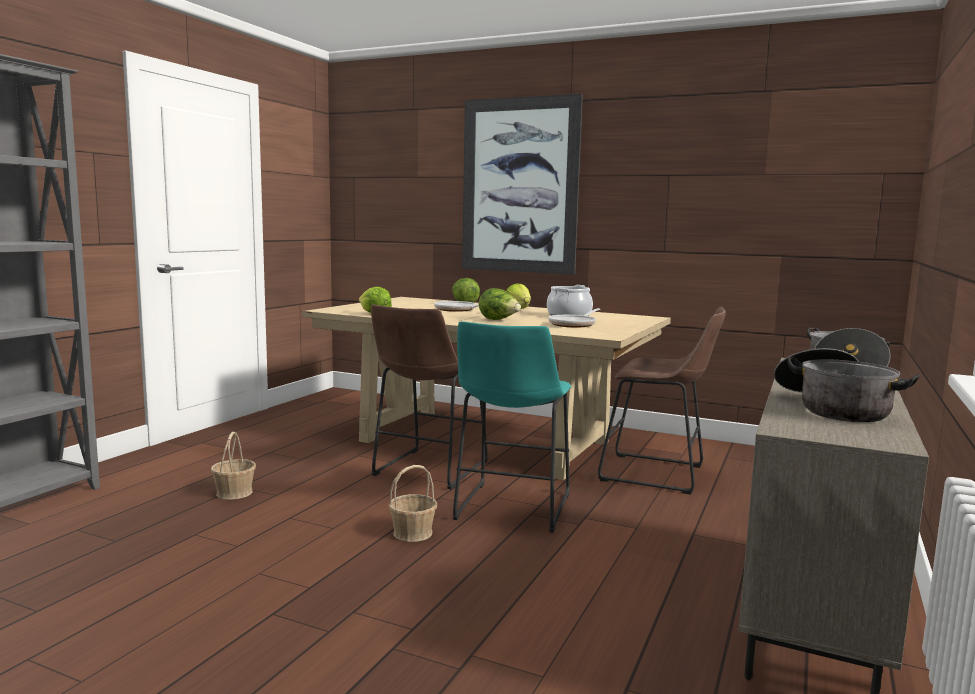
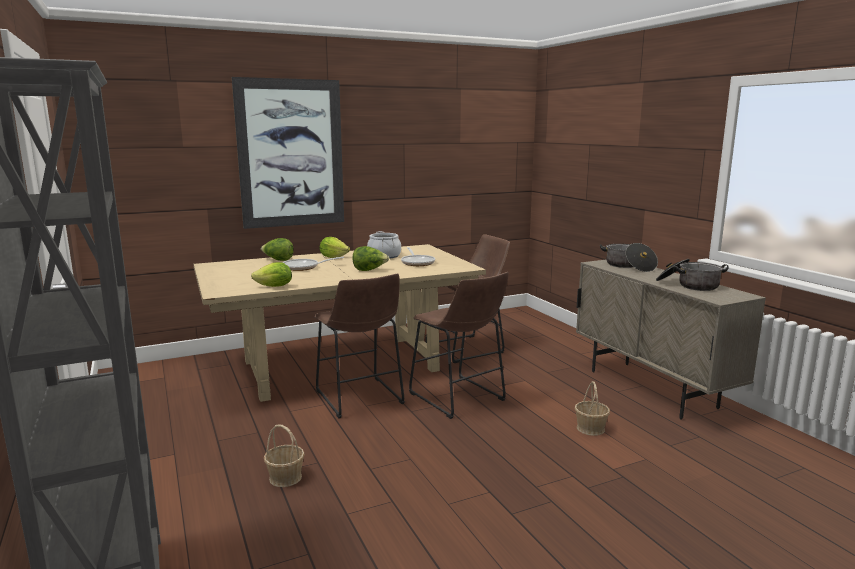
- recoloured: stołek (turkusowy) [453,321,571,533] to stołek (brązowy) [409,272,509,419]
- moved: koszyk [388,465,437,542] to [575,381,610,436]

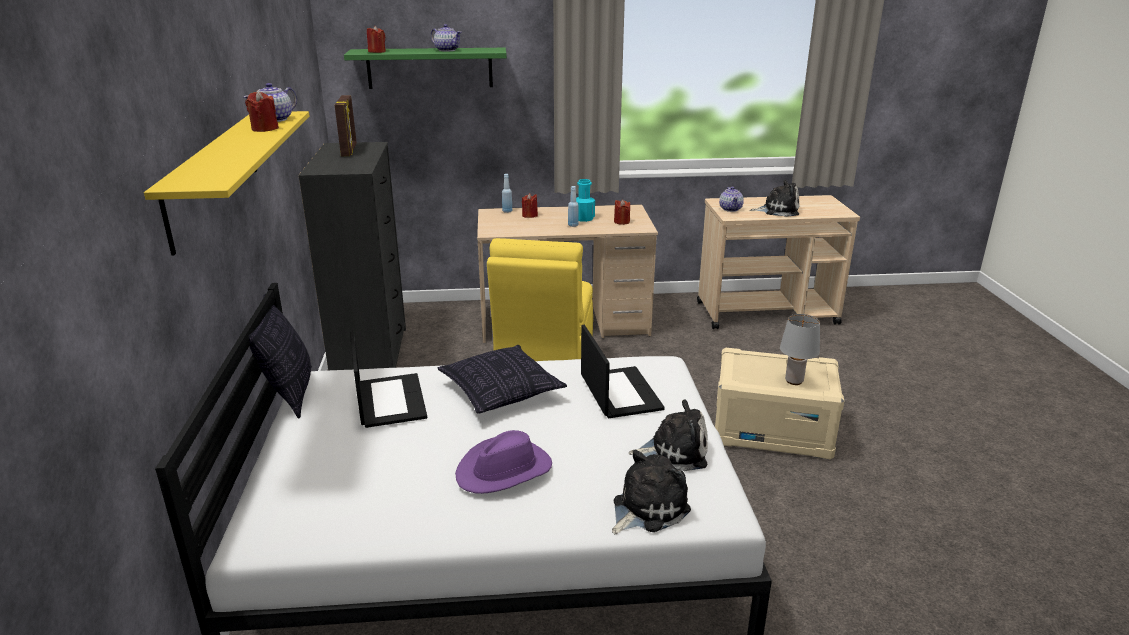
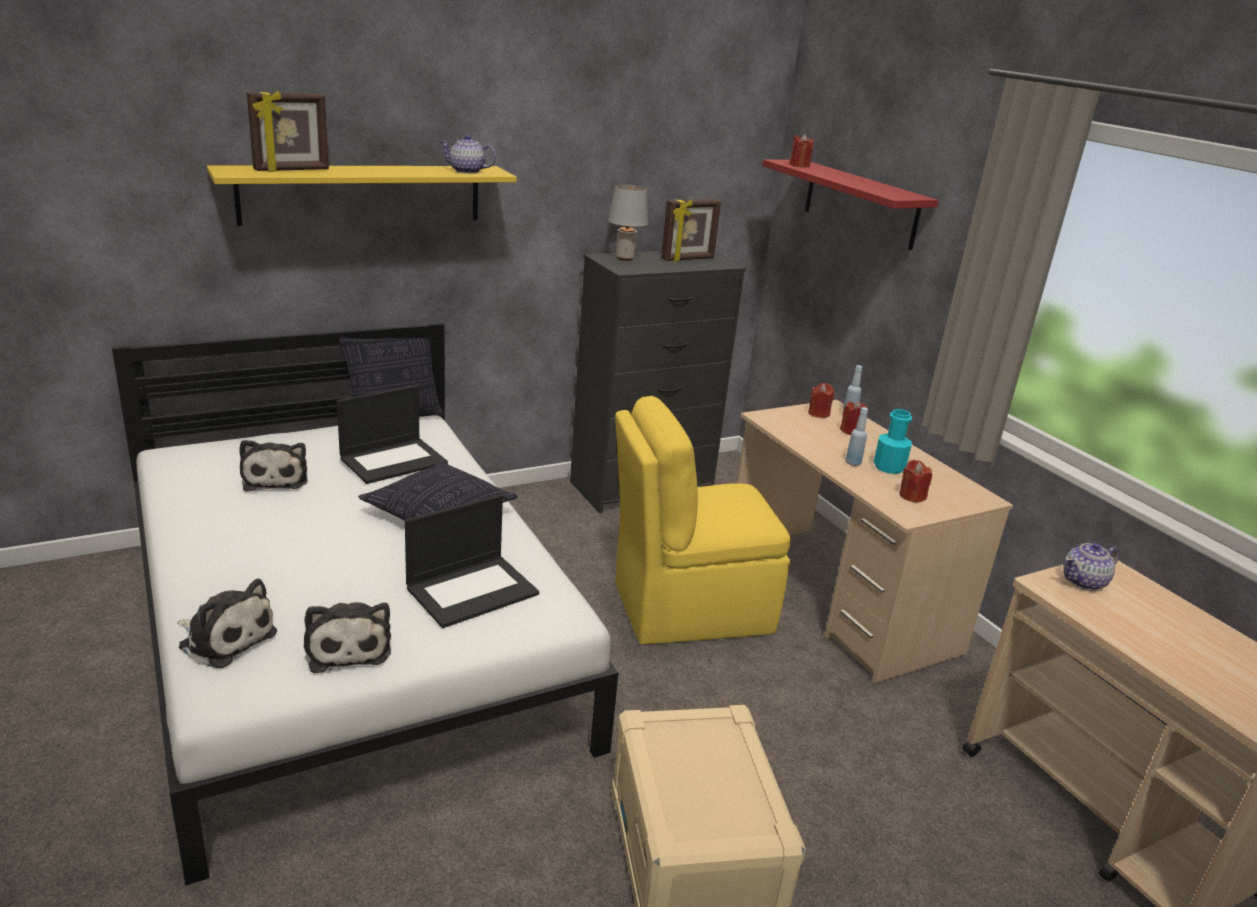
- removed: imbryk [431,24,462,52]
- recoloured: półka (zielony) [344,48,507,89] to półka (czerwony) [762,159,939,250]
- moved: świeca (czerwony) [245,91,279,132] to [808,383,834,418]
- moved: pluszak [750,180,800,217] to [239,440,308,492]
- moved: lampa stołowa (szary) [780,314,820,385] to [608,184,648,261]
- removed: kapelusz (fioletowy) [455,430,552,494]
- added: ramka na zdjęcie [247,91,329,172]

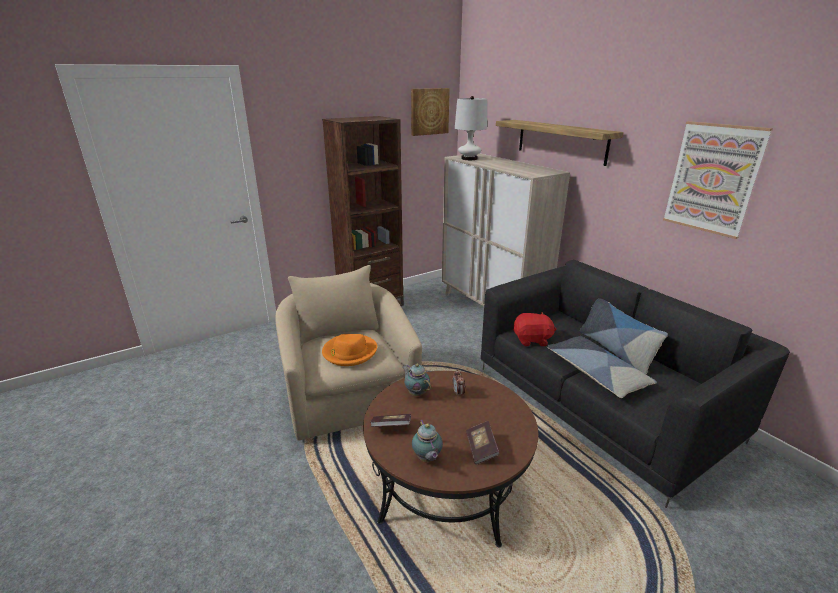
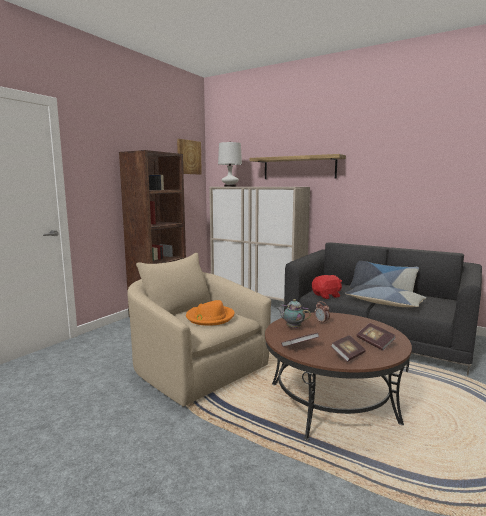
- removed: obraz [663,121,773,239]
- replaced: imbryk [412,420,443,462] to książka [331,335,366,362]

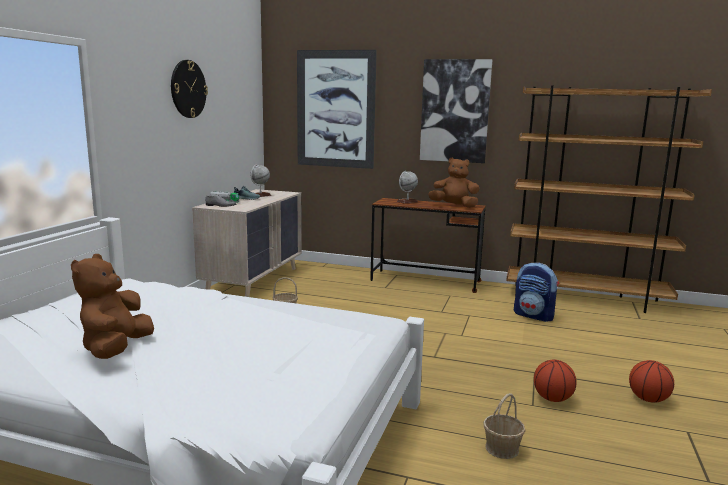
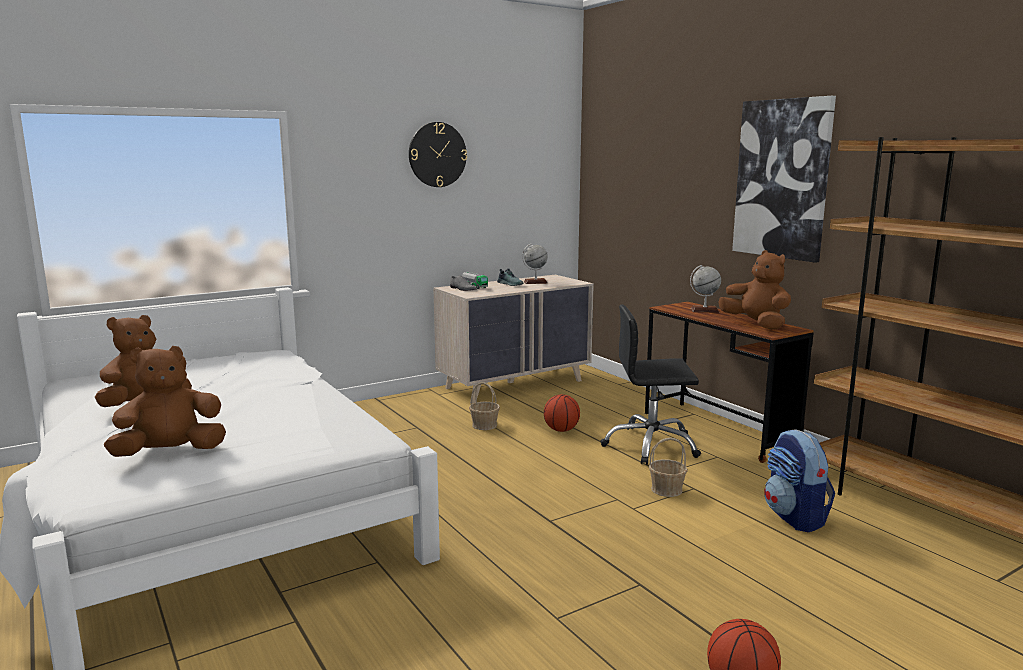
- removed: obraz [297,50,377,169]
- moved: piłka do koszykówki [534,360,577,402] to [544,394,580,432]
- moved: koszyk [483,393,526,459] to [649,438,688,497]
- added: krzesło biurowe (czarny) [600,304,701,465]
- added: pluszak (brązowy) [104,346,226,457]

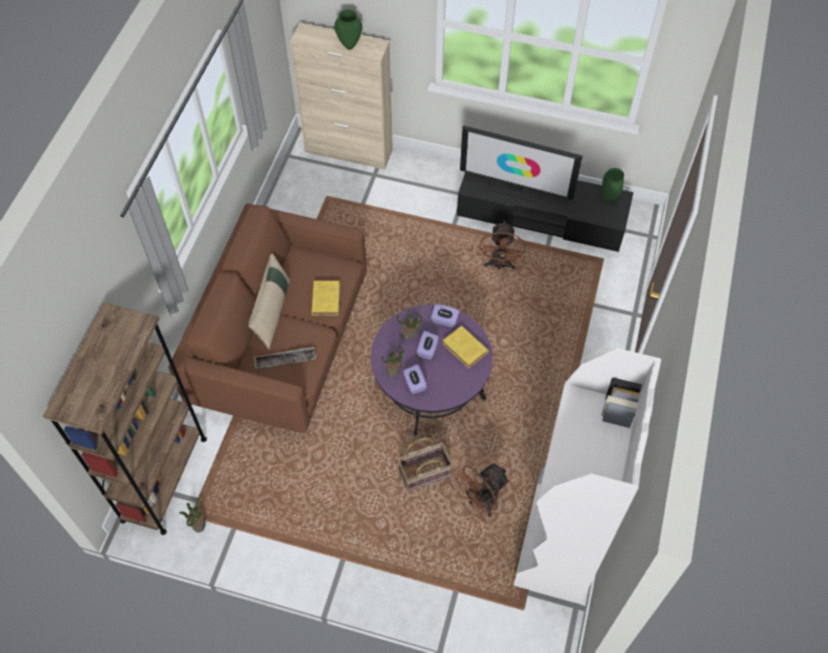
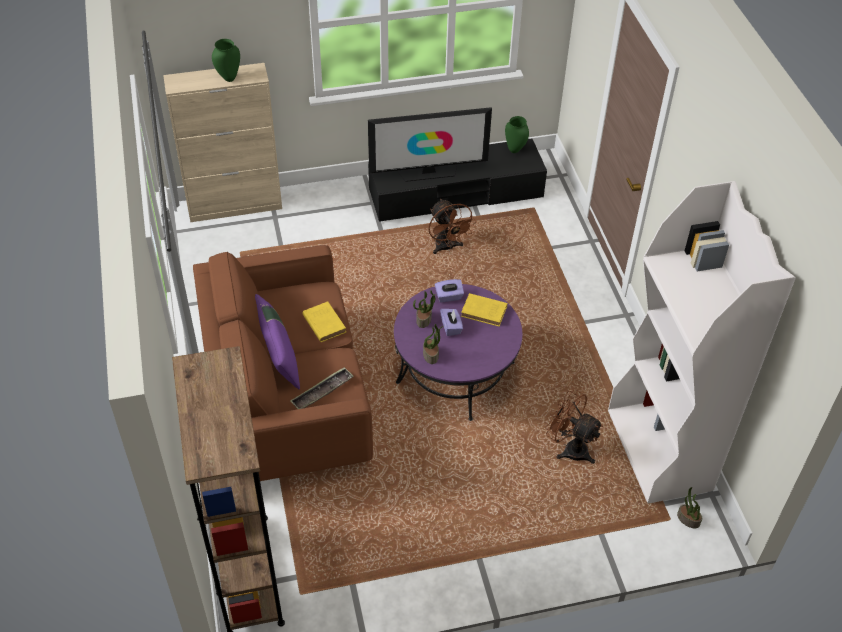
- recoloured: poduszka (beżowy) [248,253,290,350] to poduszka (fioletowy) [255,294,300,390]
- removed: pudełko chusteczek (fioletowy) [403,364,427,394]
- removed: koszyk [398,437,453,491]
- turned: wentylator (brązowy) [454,463,510,517] = [545,389,603,464] 105 degrees clockwise
- moved: roślina doniczkowa [179,498,206,533] to [677,487,702,528]

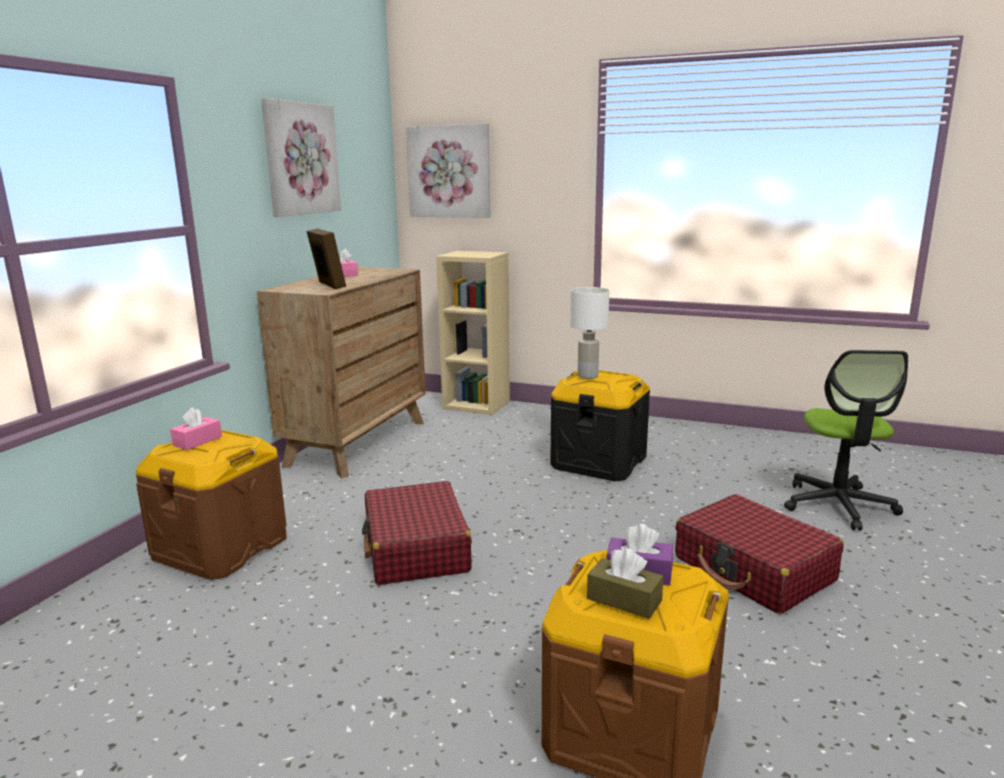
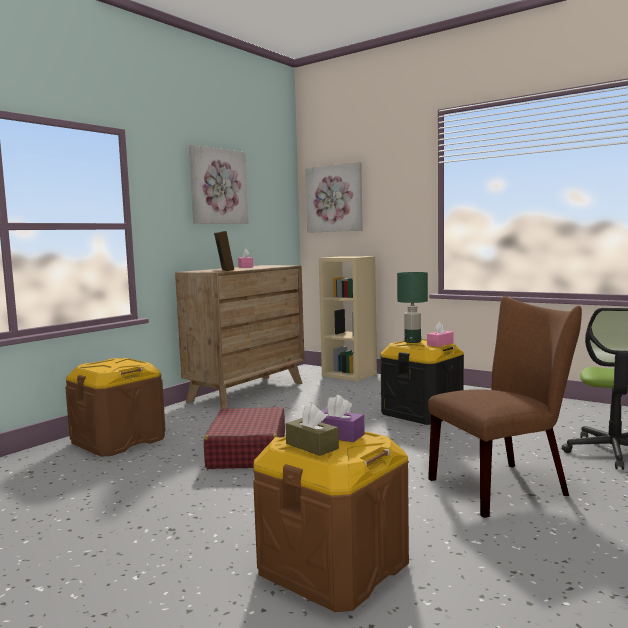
- recoloured: lampa stołowa (biały) [570,287,609,379] to lampa stołowa (zielony) [397,272,428,343]
- moved: pudełko chusteczek (różowy) [170,407,222,450] to [427,322,454,347]
- replaced: walizka (czerwony) [675,494,844,614] to krzesło (brązowy) [428,296,582,518]

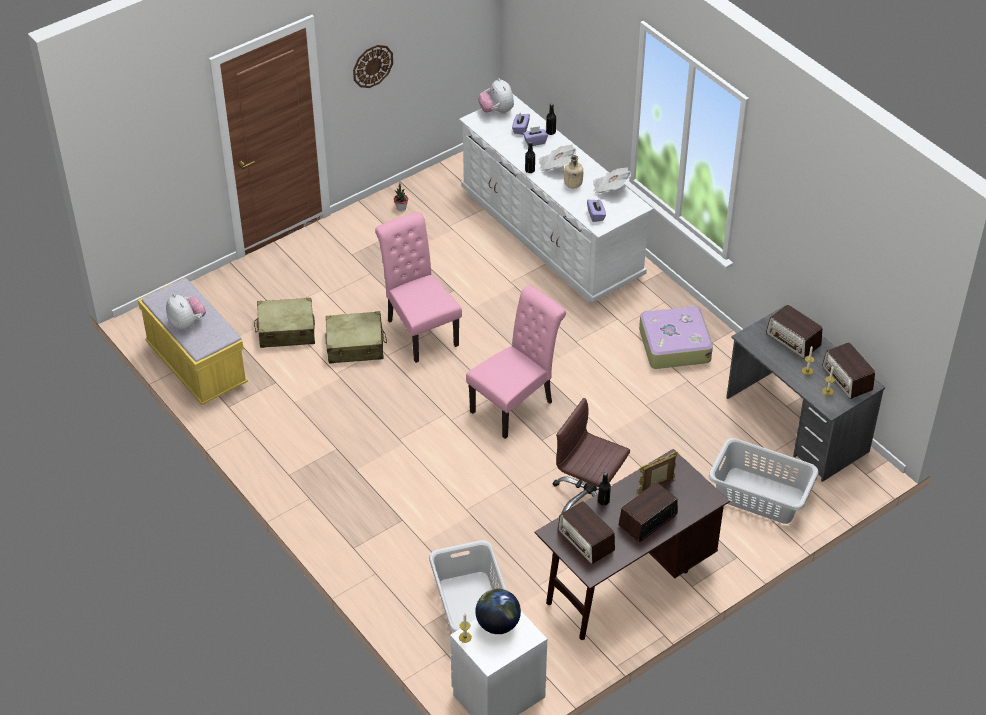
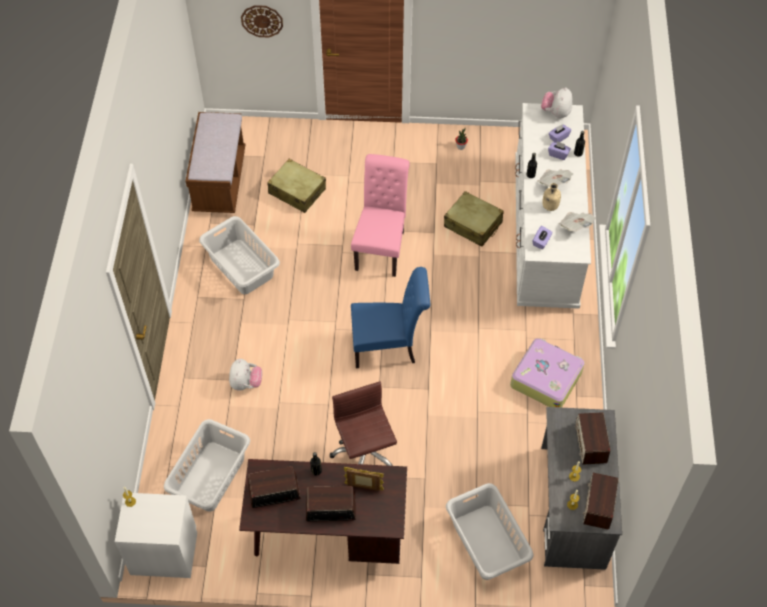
- moved: zegar ścienny [353,45,393,88] to [241,5,283,37]
- recoloured: ławka (żółty) [138,278,248,405] to ławka (brązowy) [186,112,246,213]
- recoloured: krzesło (różowy) [466,285,566,439] to krzesło (niebieski) [351,267,431,368]
- moved: pluszak [166,294,206,331] to [229,359,262,391]
- moved: walizka (beżowy) [325,311,387,364] to [444,191,504,247]
- turned: radio [558,501,615,564] = [248,466,300,508] 75 degrees clockwise
- removed: globus [475,589,521,634]
- added: kosz na pranie (szary) [199,216,280,294]

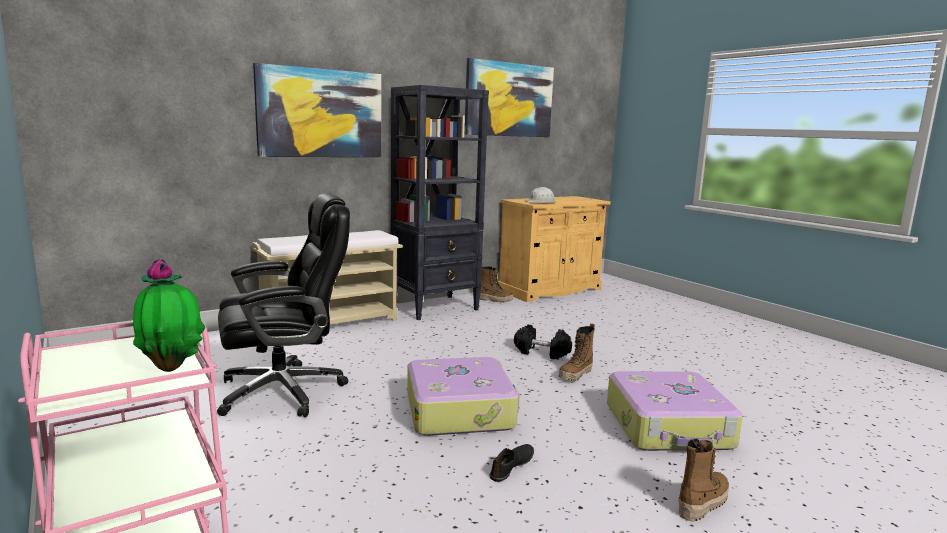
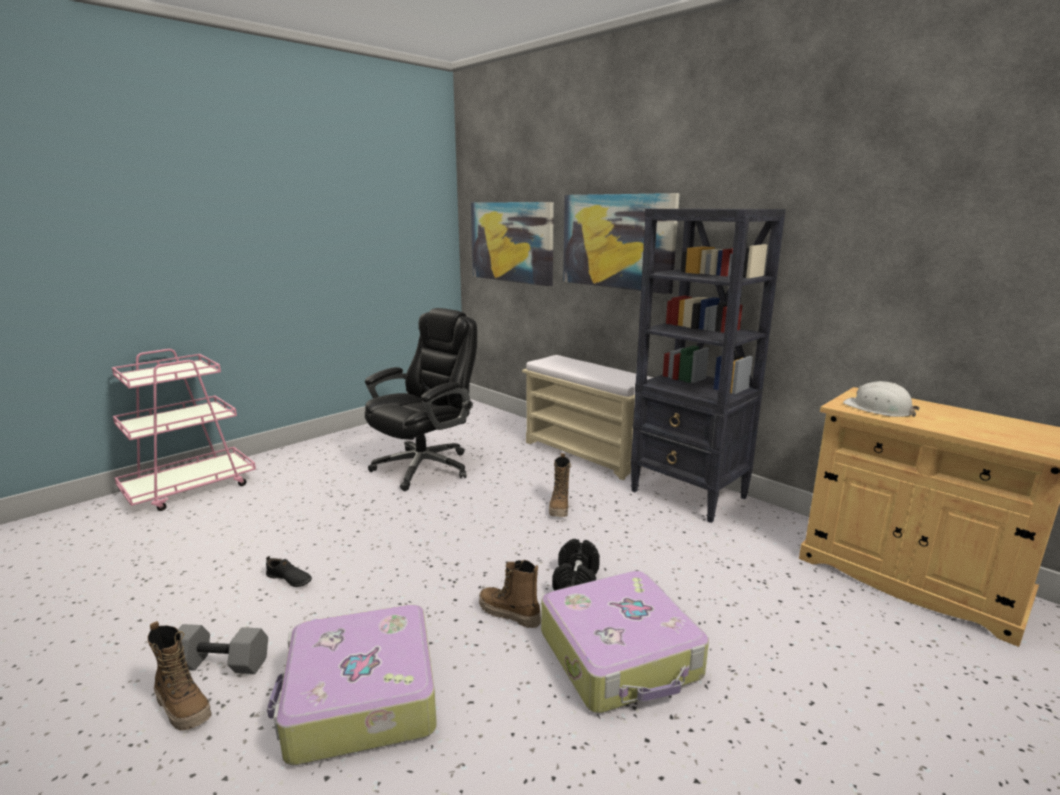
- moved: obraz [465,58,554,137] to [471,202,554,286]
- turned: krzesło biurowe (czarny) [217,193,350,417] = [365,308,477,491] 105 degrees counterclockwise
- removed: roślina doniczkowa [133,259,205,372]
- moved: but z cholewką [480,266,513,303] to [549,453,571,517]
- moved: walizka [407,357,520,436] to [541,571,709,713]
- added: hantel (szary) [178,624,268,674]

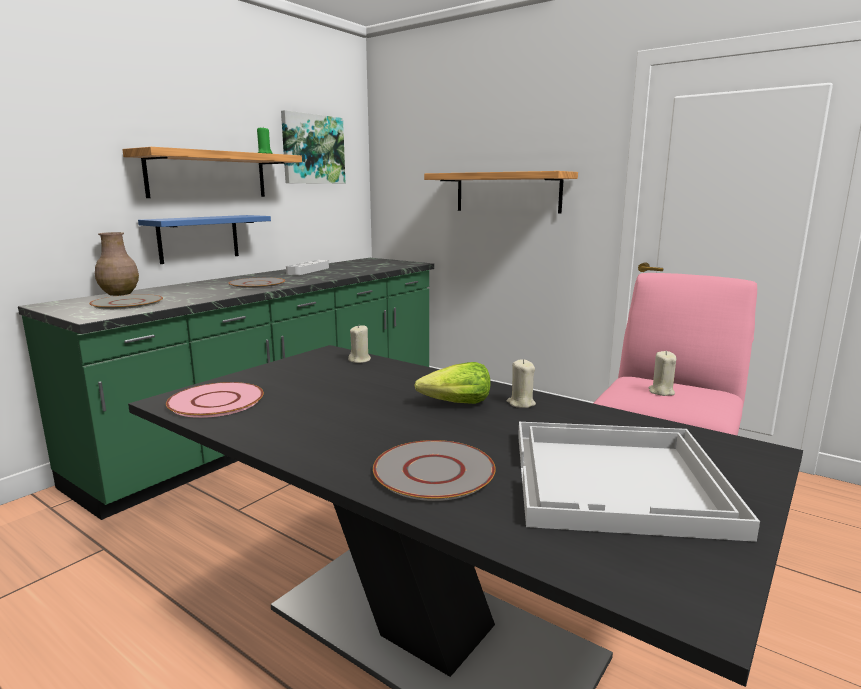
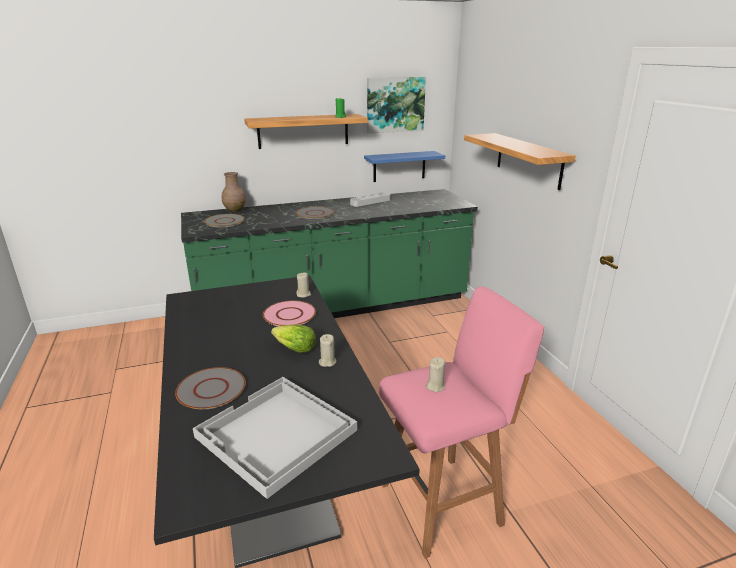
- moved: półka (niebieski) [138,215,271,264] to [364,151,445,182]
- moved: talerz (różowy) [166,382,264,418] to [263,301,316,326]

